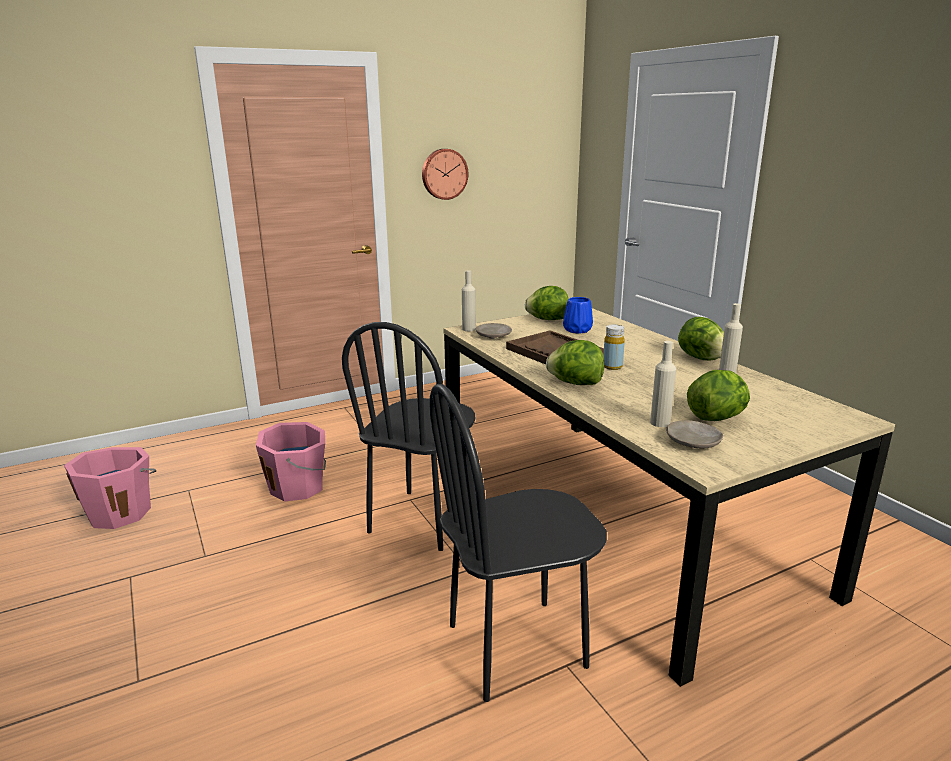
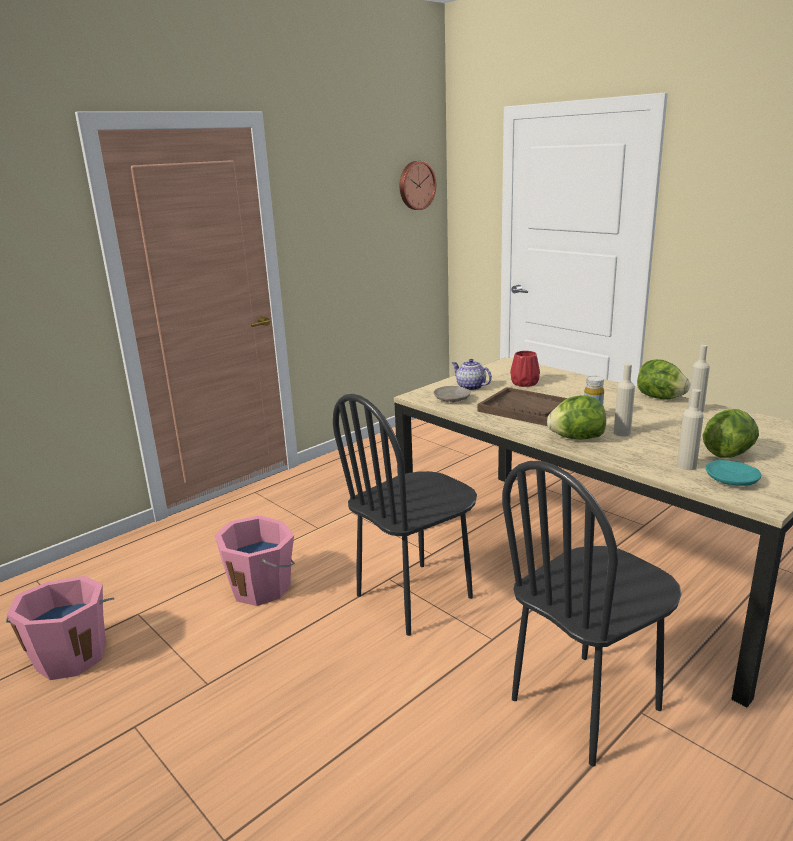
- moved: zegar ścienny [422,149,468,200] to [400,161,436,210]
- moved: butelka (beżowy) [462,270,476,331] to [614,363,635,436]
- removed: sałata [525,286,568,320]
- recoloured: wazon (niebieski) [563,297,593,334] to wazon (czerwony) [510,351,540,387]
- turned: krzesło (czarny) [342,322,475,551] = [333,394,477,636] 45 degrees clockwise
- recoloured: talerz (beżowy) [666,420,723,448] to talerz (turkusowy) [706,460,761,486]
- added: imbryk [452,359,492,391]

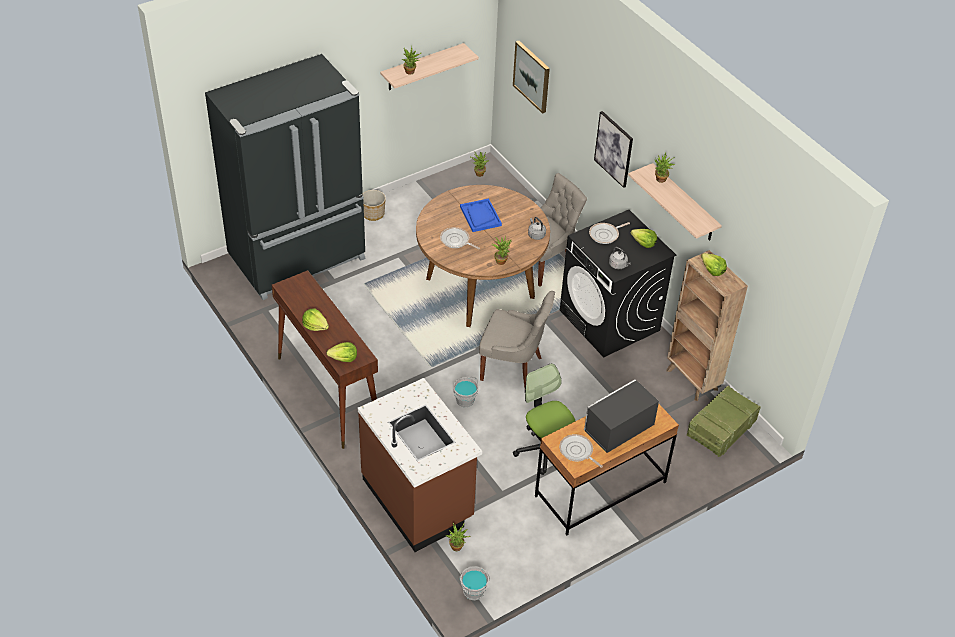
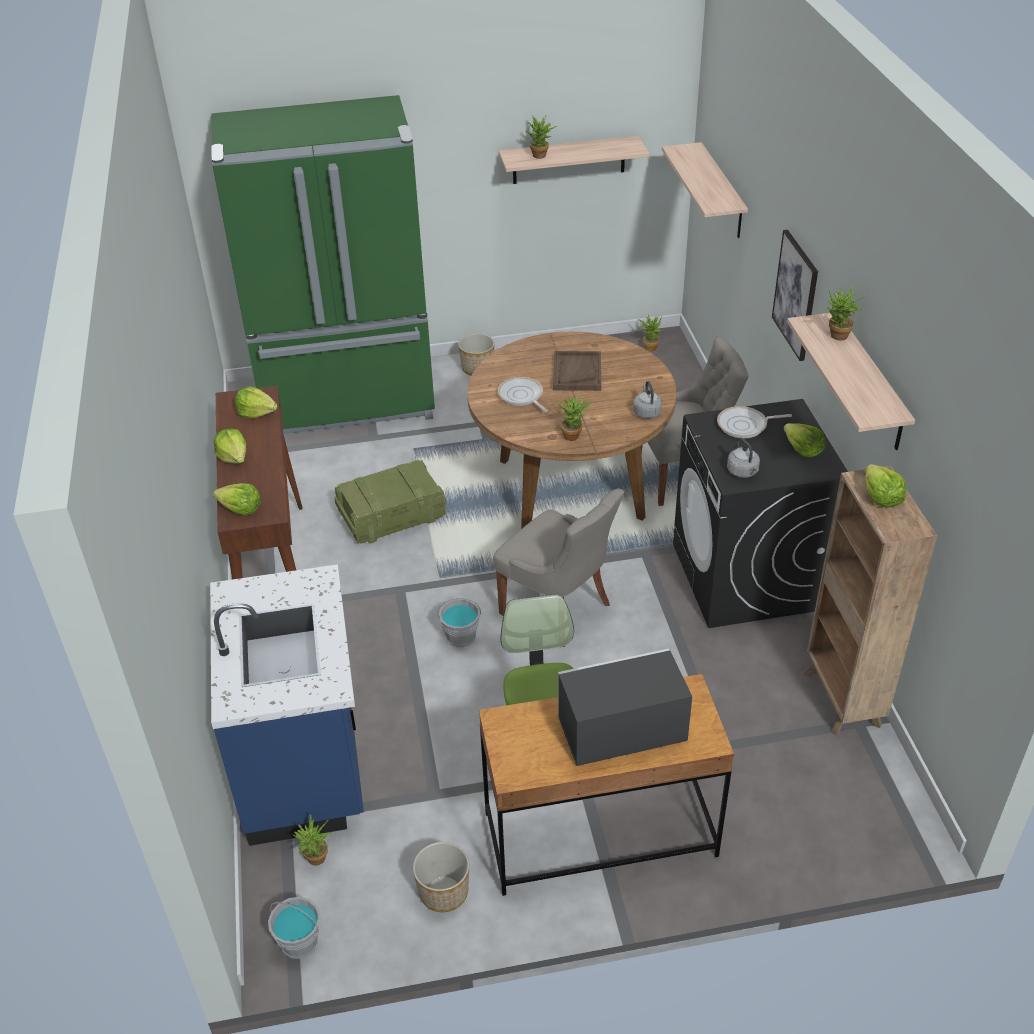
- replaced: obraz [513,41,550,114] to półka [662,142,748,238]
- recoloured: lodówka (czarny) [205,54,365,300] to lodówka (zielony) [211,95,435,434]
- recoloured: taca (niebieski) [460,198,502,232] to taca (brązowy) [553,351,601,391]
- recoloured: zabudowa kuchenna (brązowy) [358,378,482,552] to zabudowa kuchenna (niebieski) [210,564,364,846]
- moved: skrzynka [687,385,761,457] to [334,460,446,544]
- removed: patelnia [559,434,603,468]
- added: sałata [234,386,278,418]
- added: donica [413,842,469,912]

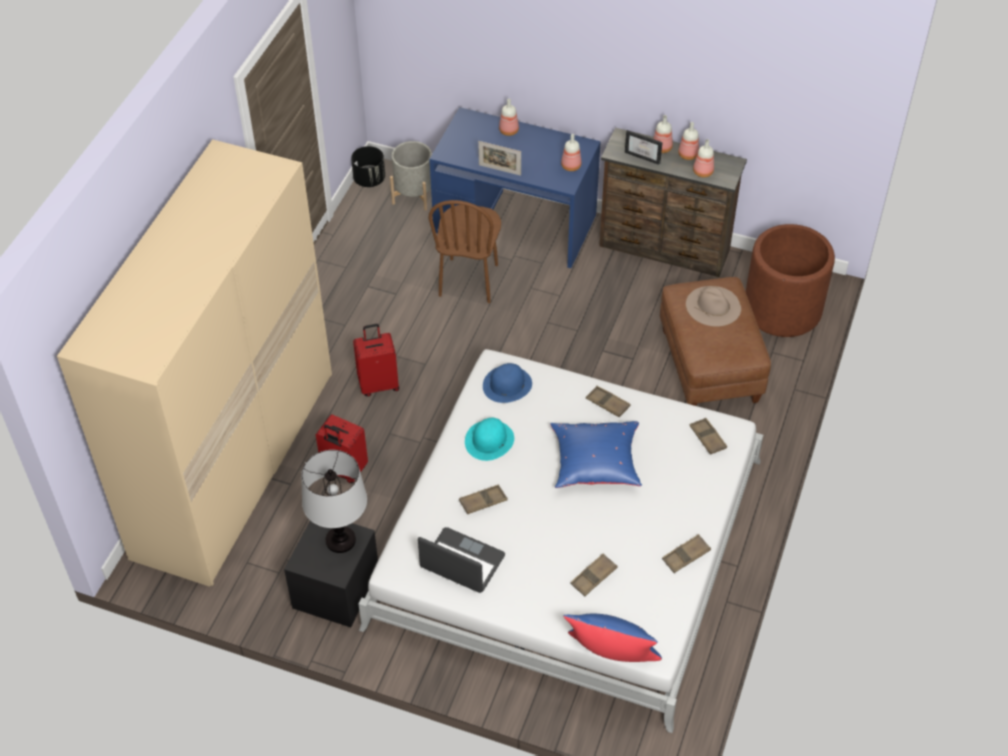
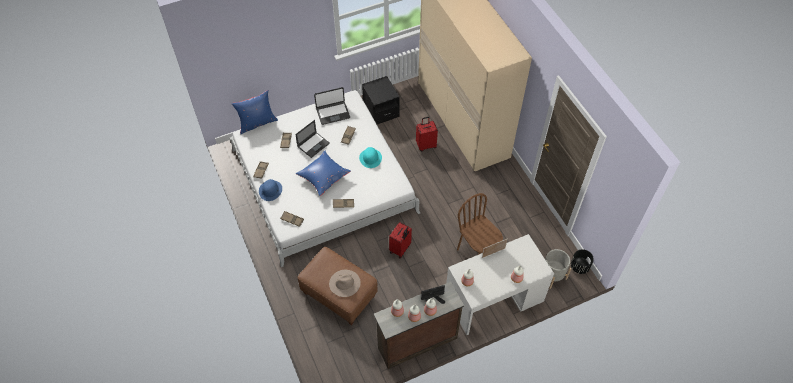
- recoloured: biurko (niebieski) [429,107,601,268] to biurko (biały) [446,234,554,335]
- removed: donica (brązowy) [746,224,835,337]
- moved: walizka (czerwony) [353,324,399,397] to [389,222,412,259]
- moved: kapelusz (niebieski) [483,363,532,403] to [259,179,282,201]
- removed: lampa stołowa [301,450,367,553]
- added: laptop [295,120,330,158]

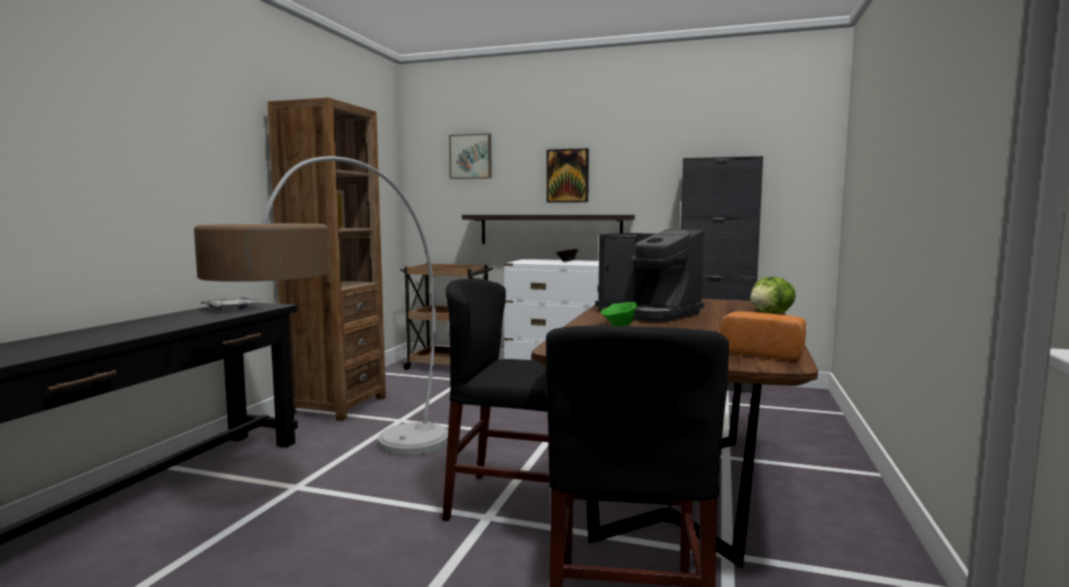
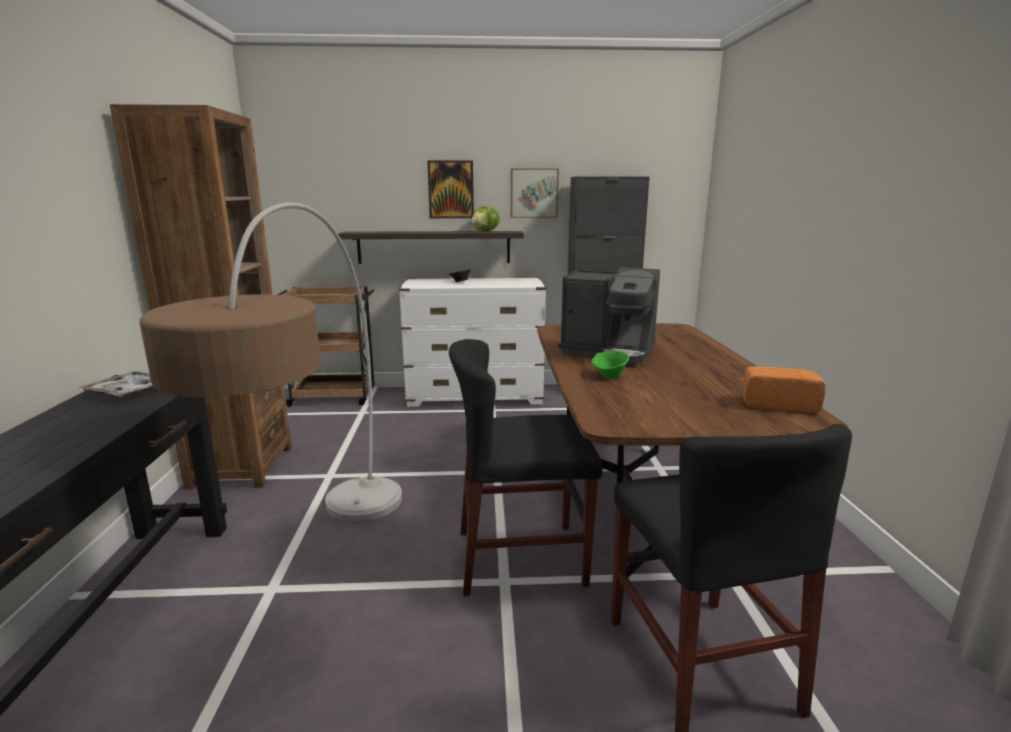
- moved: obraz [449,133,492,179] to [511,168,559,218]
- moved: sałata [750,277,796,314] to [472,206,500,231]

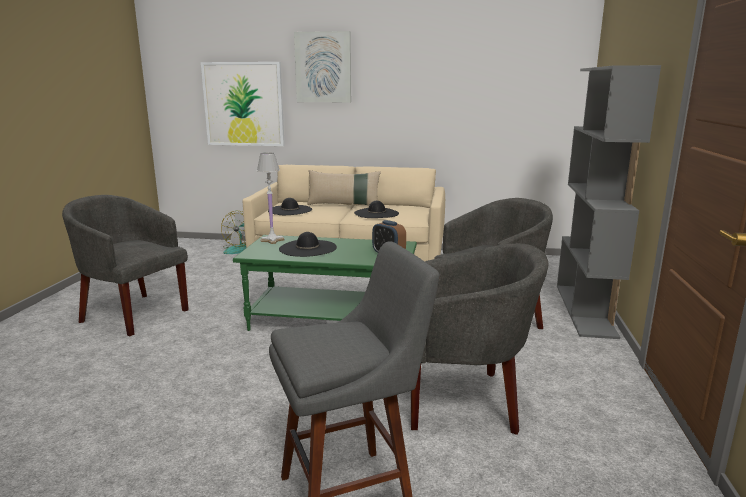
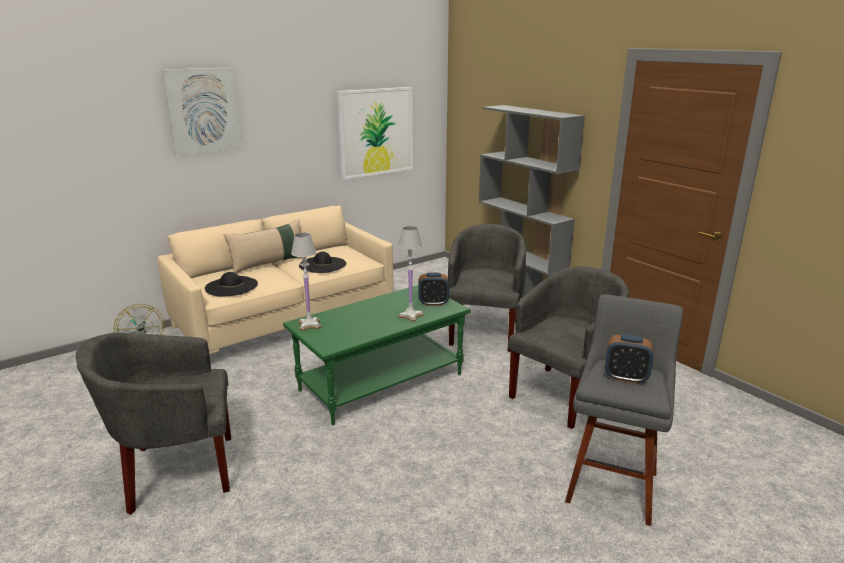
- moved: obraz [201,62,285,146] to [337,87,413,180]
- removed: kapelusz (czarny) [279,232,337,257]
- added: lampa stołowa (biały) [398,226,424,322]
- added: budzik [605,334,653,384]

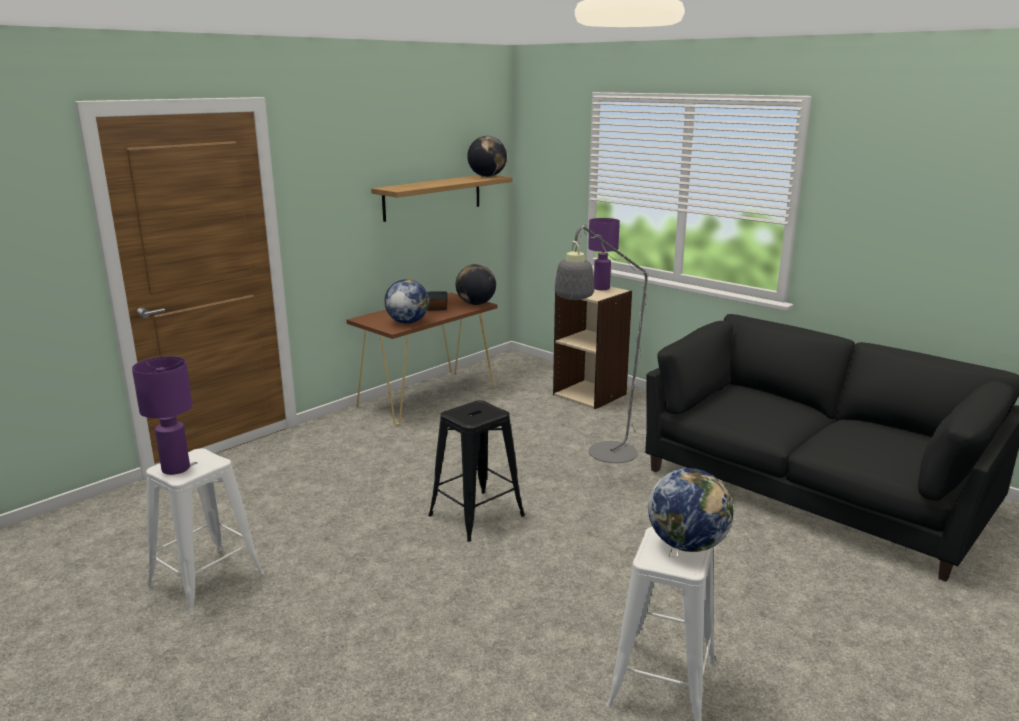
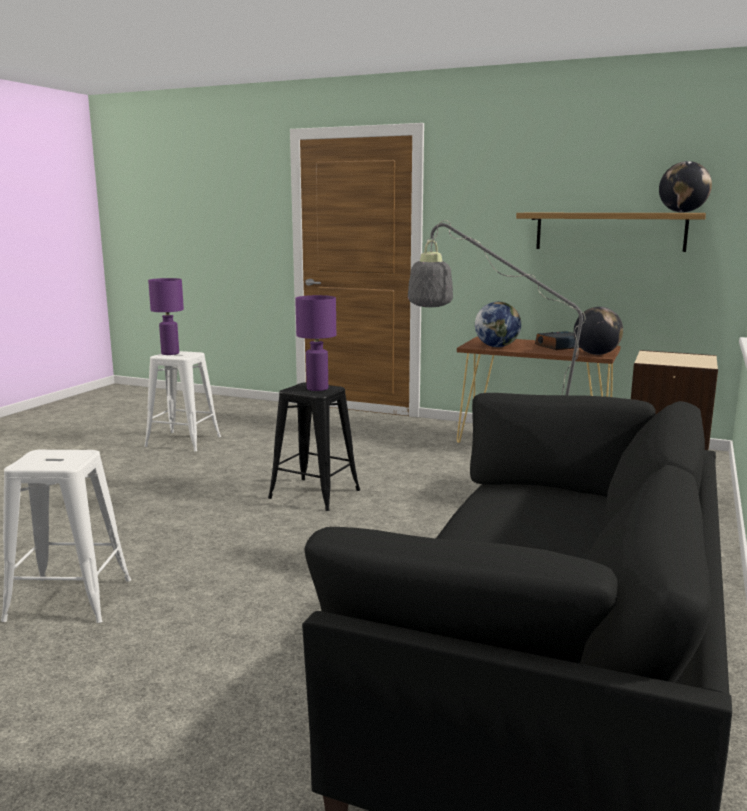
- moved: lampa stołowa (fioletowy) [588,218,620,290] to [295,295,336,391]
- removed: globus [648,468,733,552]

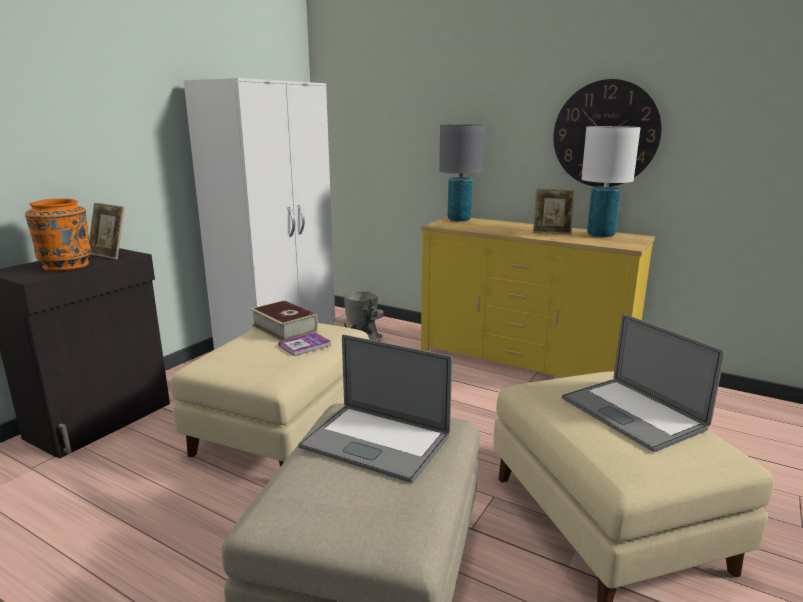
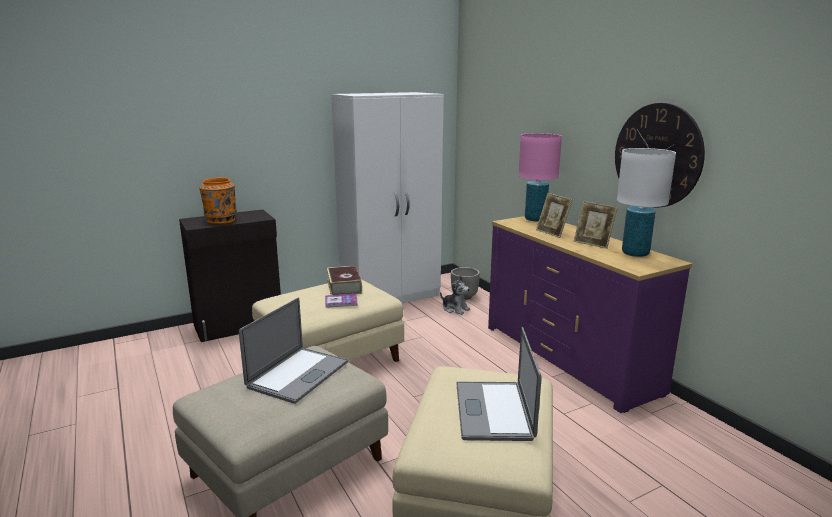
- recoloured: lampa stołowa (szary) [439,124,485,222] to lampa stołowa (różowy) [519,133,562,221]
- moved: ramka na zdjęcie [89,203,125,260] to [536,193,573,238]
- recoloured: komoda (żółty) [421,217,655,378] to komoda (fioletowy) [488,216,692,413]
- turned: laptop [298,334,452,483] = [239,297,348,404] 120 degrees counterclockwise

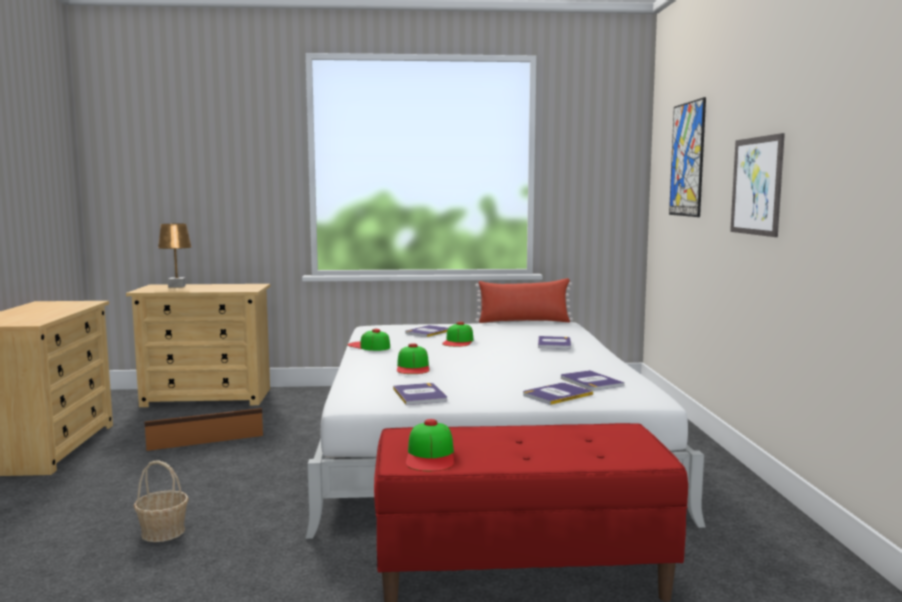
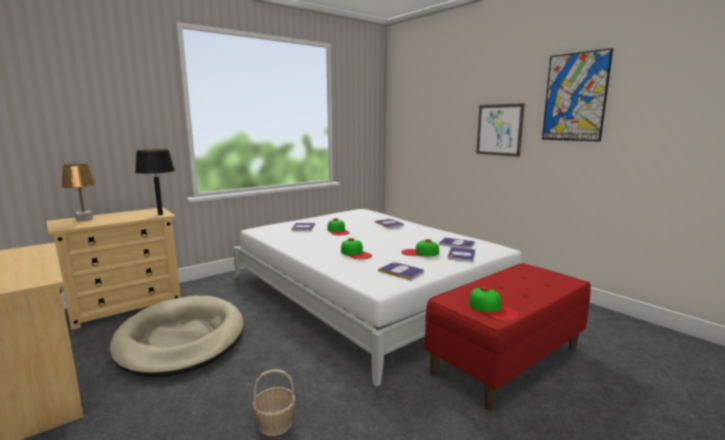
- moved: obraz [669,97,706,217] to [542,48,613,142]
- removed: poduszka (czerwony) [475,278,573,323]
- moved: czapka z daszkiem [347,329,390,351] to [401,239,439,256]
- replaced: pojemnik do przechowywania (brązowy) [145,408,263,451] to legowisko (beżowy) [110,296,244,377]
- added: lampa stołowa (czarny) [135,149,175,215]

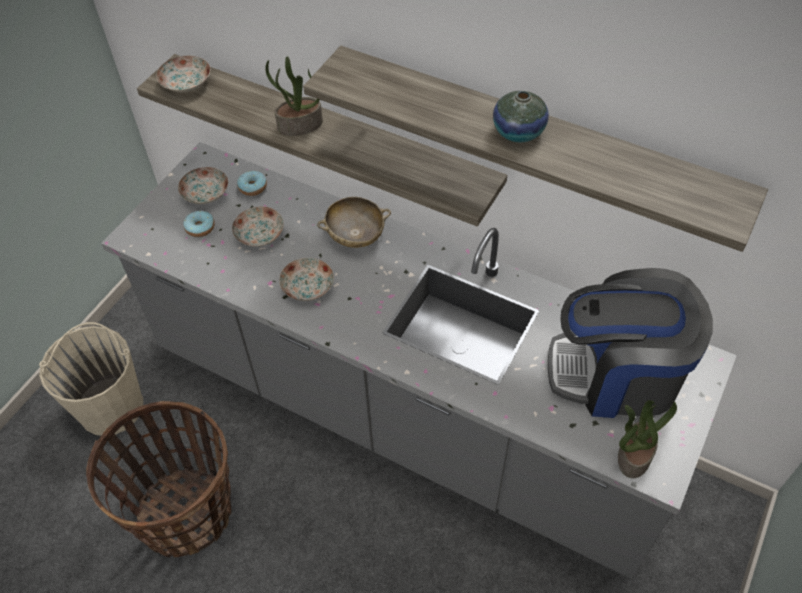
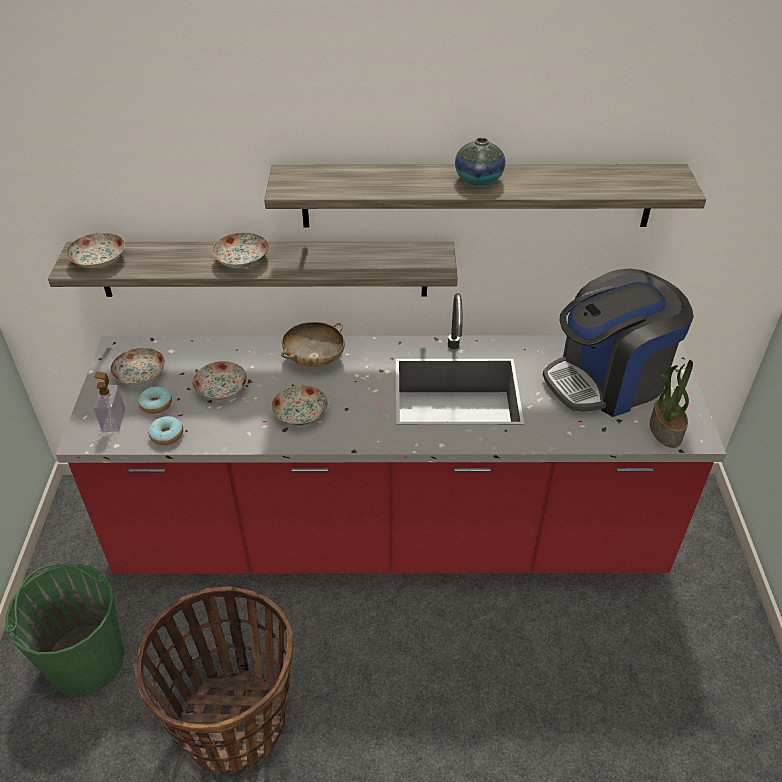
- replaced: roślina doniczkowa [265,56,323,136] to talerz [212,232,269,268]
- recoloured: zabudowa kuchenna (szary) [101,142,737,579] to zabudowa kuchenna (czerwony) [56,293,726,574]
- moved: donut [237,171,267,196] to [148,416,183,445]
- recoloured: wiadro (beżowy) [39,322,143,436] to wiadro (zielony) [5,563,125,696]
- added: dozownik mydła [94,371,125,432]

